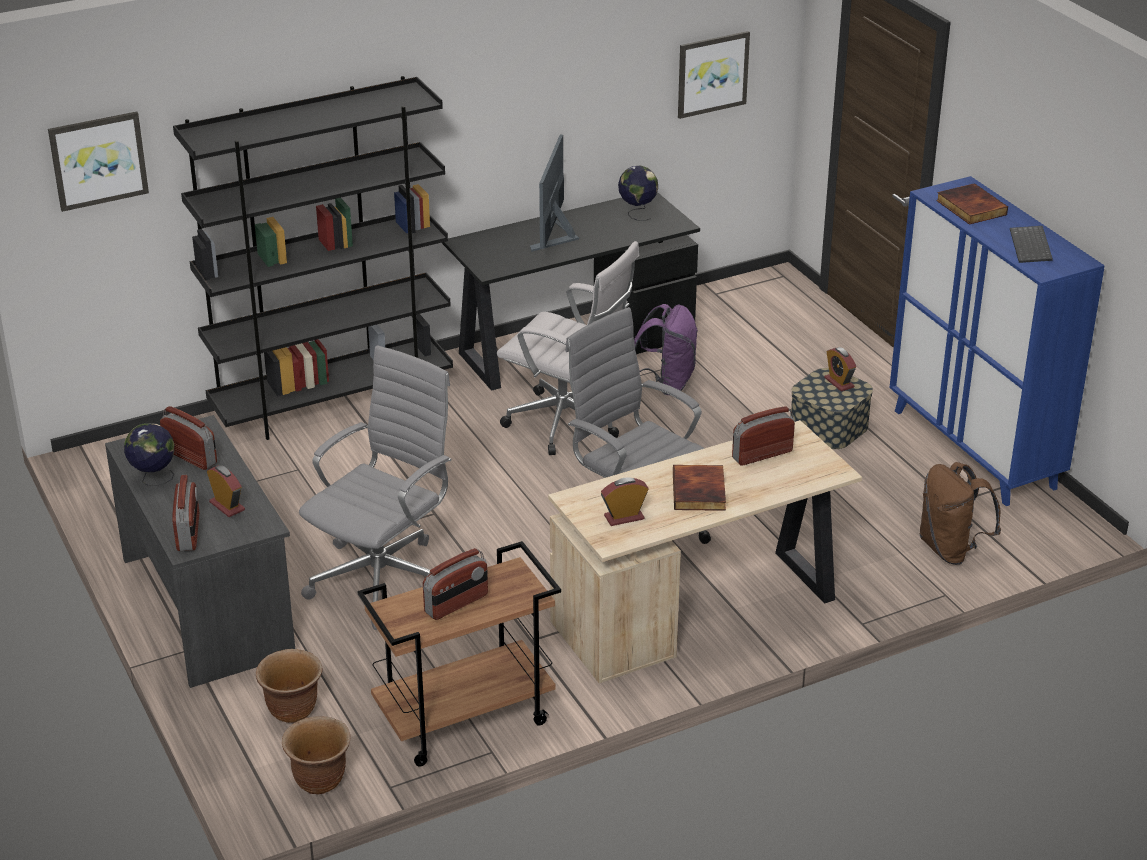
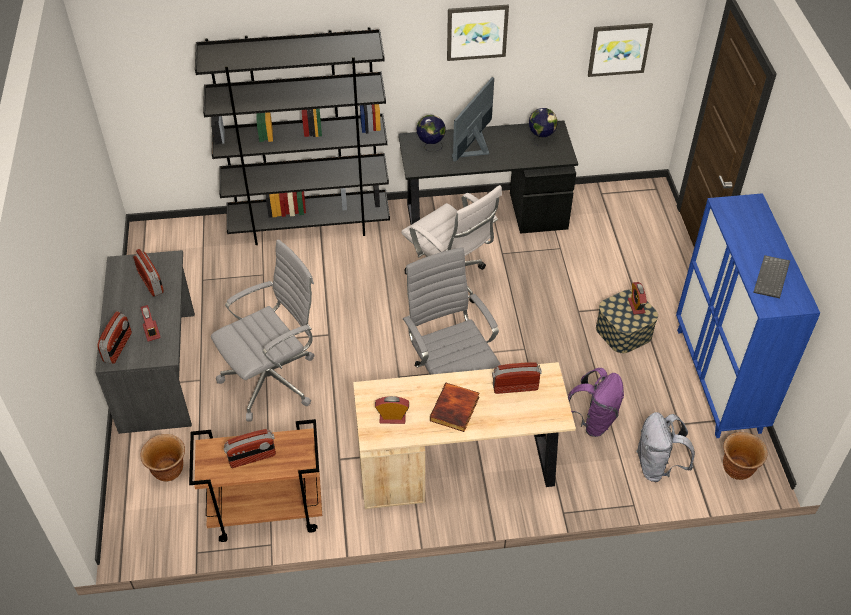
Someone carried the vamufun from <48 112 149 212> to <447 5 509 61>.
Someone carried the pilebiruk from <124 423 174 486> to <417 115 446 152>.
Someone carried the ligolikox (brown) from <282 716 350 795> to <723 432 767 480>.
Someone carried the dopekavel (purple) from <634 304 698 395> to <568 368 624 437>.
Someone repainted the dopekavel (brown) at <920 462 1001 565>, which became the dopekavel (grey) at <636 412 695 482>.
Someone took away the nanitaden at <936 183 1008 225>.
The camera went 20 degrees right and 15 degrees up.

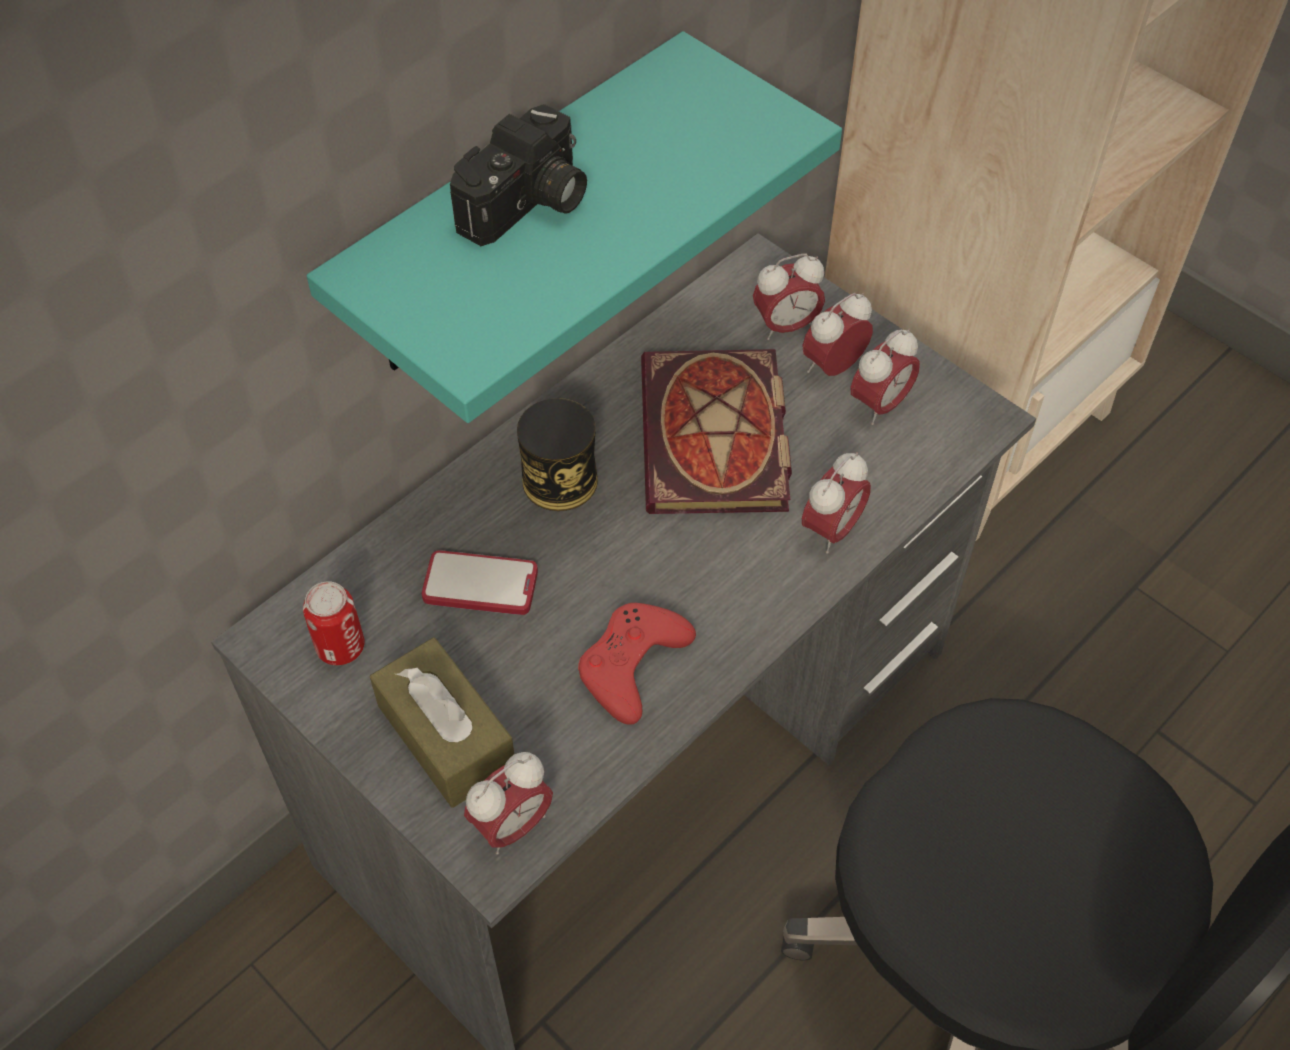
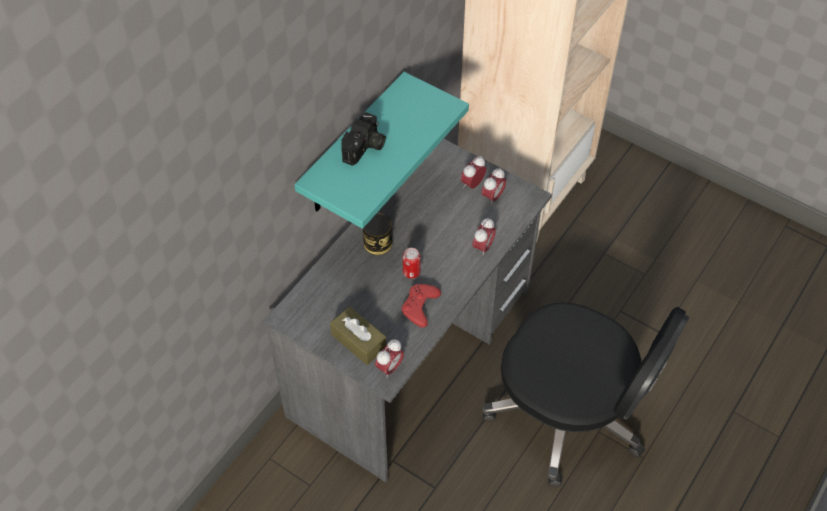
Someone carried the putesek from <303 581 365 665> to <403 248 421 279>.
Someone took away the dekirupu at <422 550 538 615>.
Someone took away the nanitaden at <641 349 792 514>.
Someone took away the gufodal at <753 254 825 340>.
The camera went 10 degrees left and 0 degrees up.

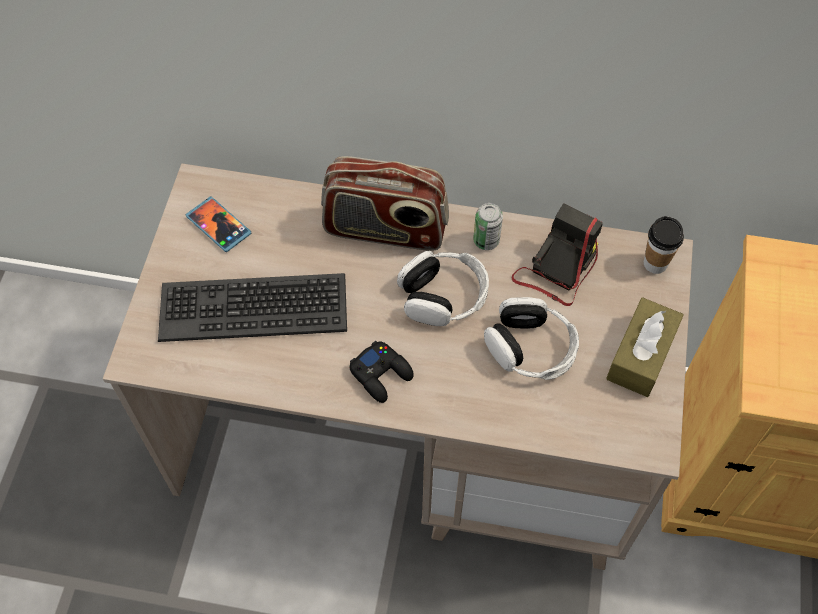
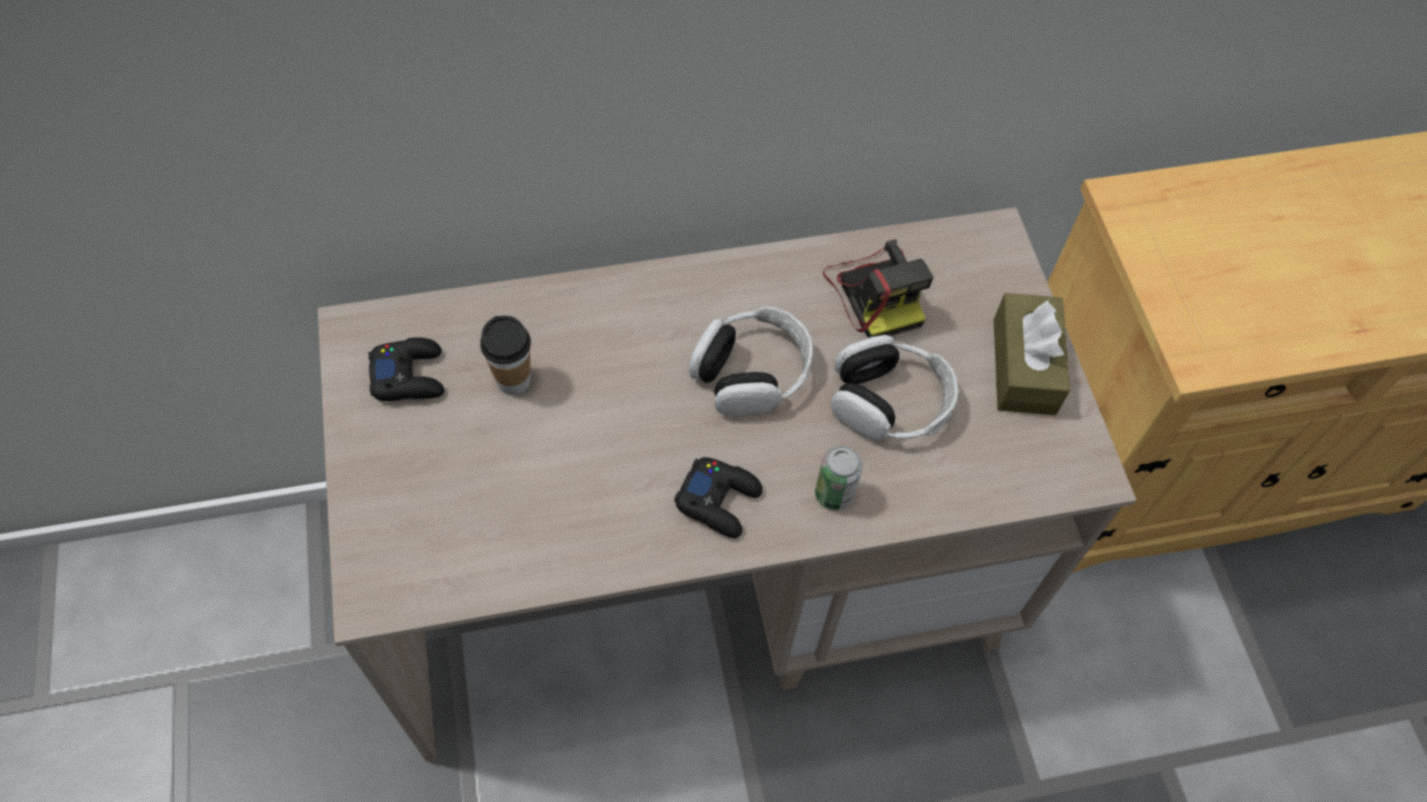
Someone took away the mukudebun at <158 273 347 342>.
Someone swapped the dekirupu at <186 197 251 252> for the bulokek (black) at <368 337 444 401>.
Someone took away the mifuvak at <321 156 449 251>.
Someone carried the putesek from <473 203 503 250> to <815 446 863 511>.
Someone rotated the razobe at <512 203 603 306> by 150 degrees clockwise.
Someone carried the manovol from <644 216 684 274> to <480 315 531 395>.
The camera went 25 degrees left and 0 degrees up.

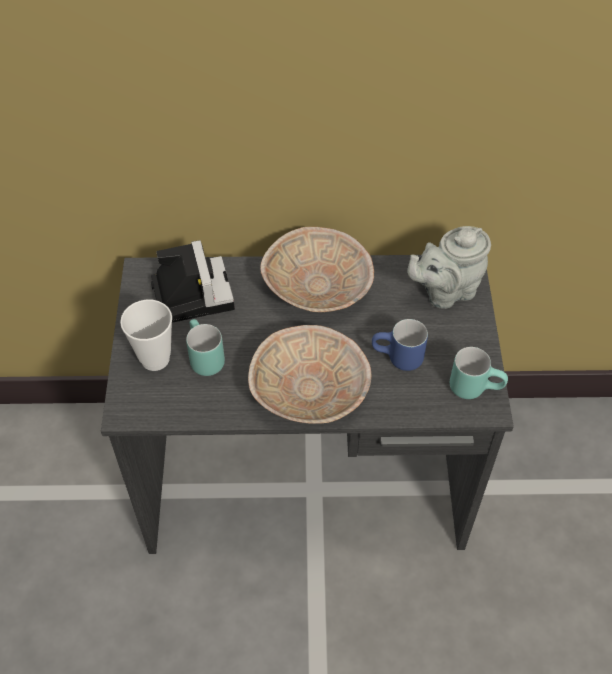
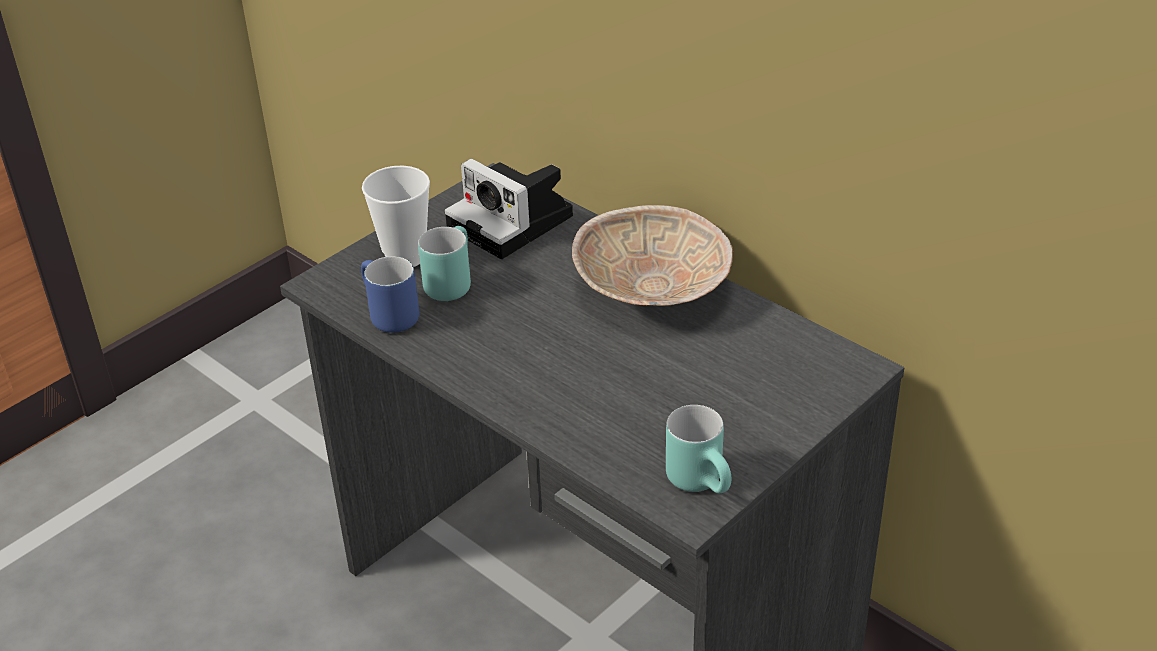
Someone rotated the razobe at <151 240 235 323> by 105 degrees clockwise.
Someone took away the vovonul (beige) at <248 325 372 424>.
Someone carried the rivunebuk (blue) from <372 319 428 371> to <361 256 419 333>.
Someone took away the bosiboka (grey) at <407 226 491 309>.
The camera went 45 degrees right and 15 degrees down.

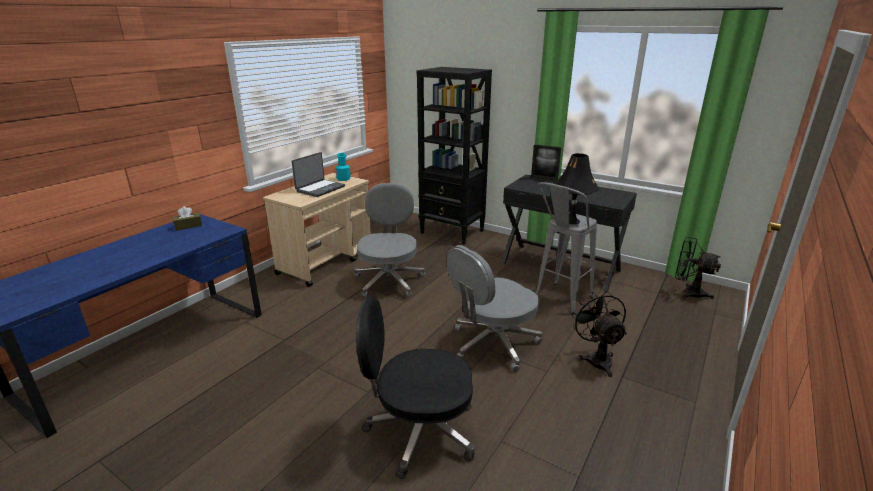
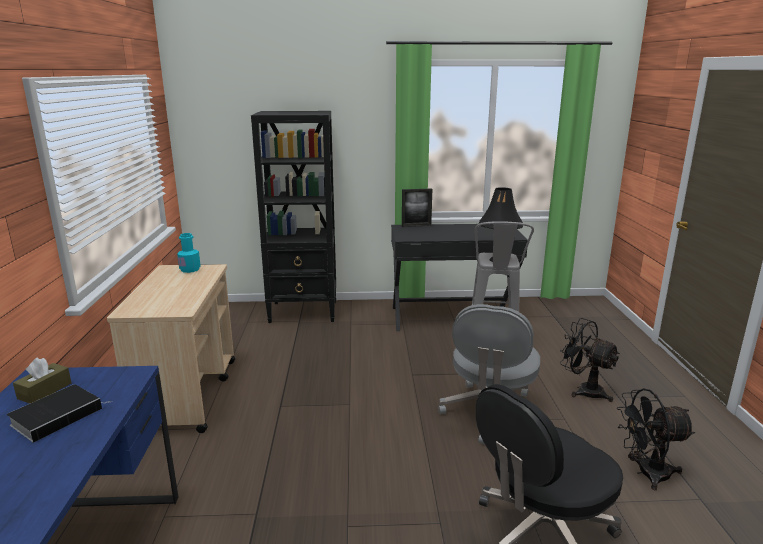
Someone took away the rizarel at <292 152 345 197>.
Someone took away the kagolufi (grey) at <354 183 425 297>.
Someone carried the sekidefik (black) from <675 237 721 299> to <617 388 695 491>.
Someone put down the nanitaden at <7 384 110 443>.
The camera went 35 degrees left and 5 degrees down.

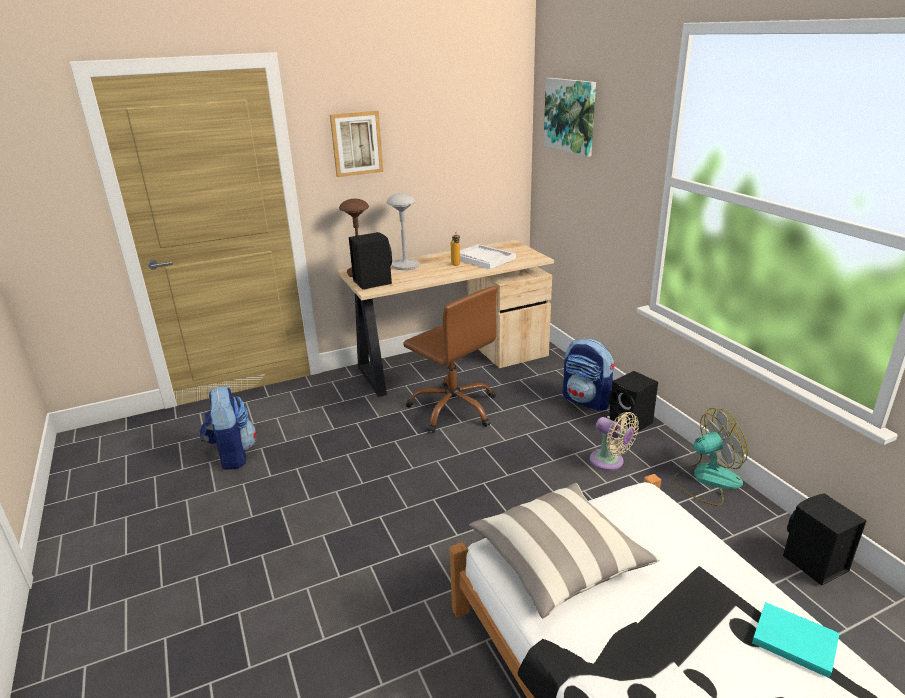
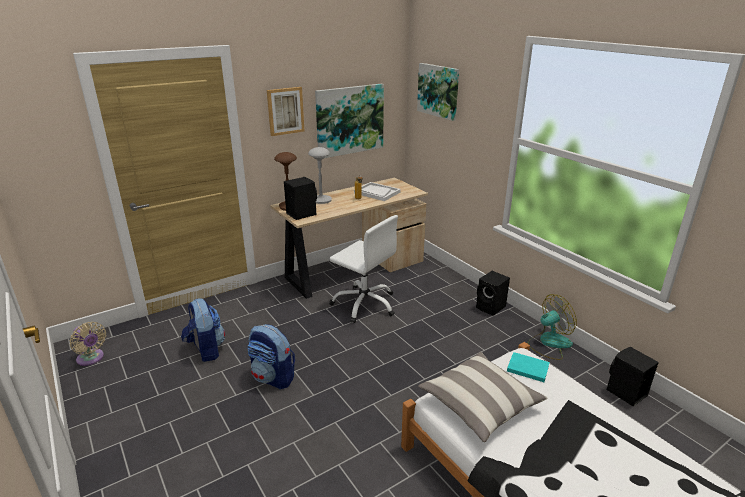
Someone repainted the kagolufi (brown) at <403 286 497 433>, which became the kagolufi (white) at <329 215 398 323>.
Someone carried the dopekavel from <562 338 615 411> to <247 324 295 389>.
Someone carried the sekidefik (beige) from <590 412 639 471> to <70 322 106 366>.
Someone carried the nanitaden (turquoise) from <752 602 840 678> to <507 352 550 382>.
Someone put up the vamufun at <315 84 384 158>.
The camera went 10 degrees left and 0 degrees up.

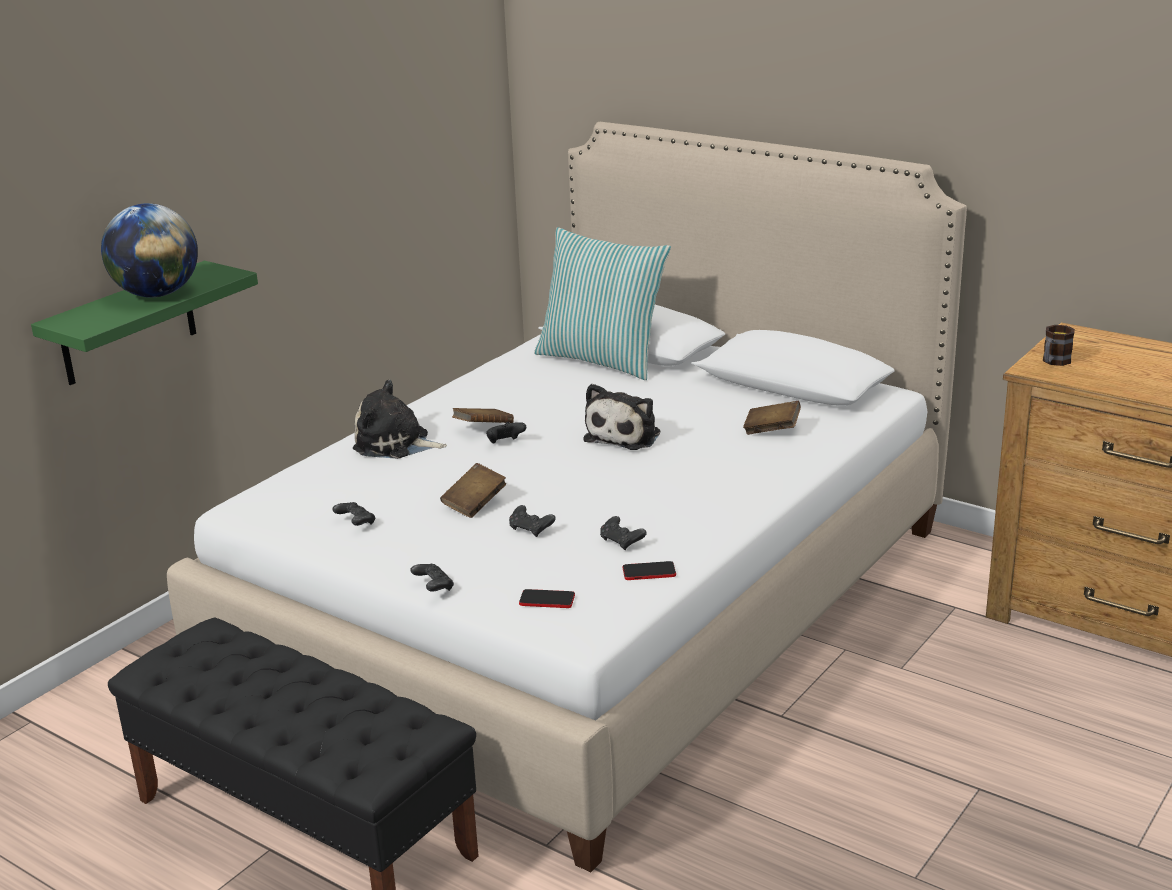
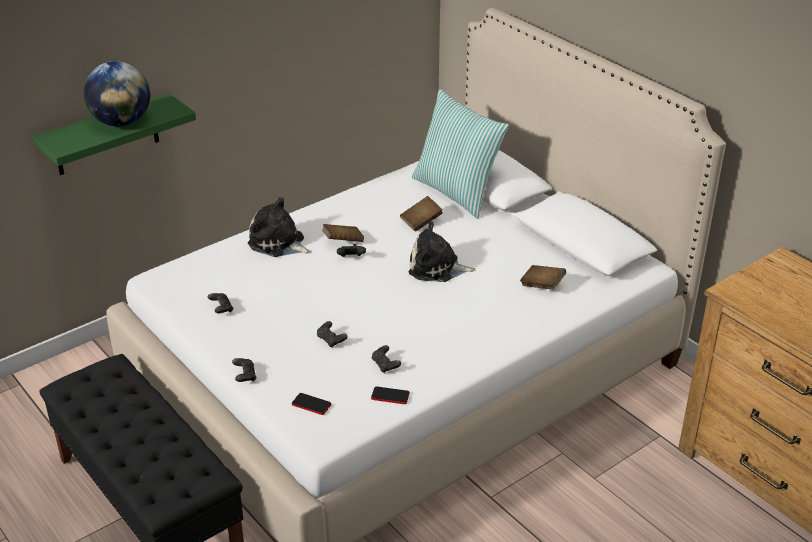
Someone carried the nanitaden (brown) from <440 463 506 518> to <400 196 443 232>.
Someone rotated the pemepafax at <583 384 660 450> by 60 degrees clockwise.
Someone took away the rivunebuk at <1043 325 1075 366>.
The camera went 15 degrees right and 10 degrees up.

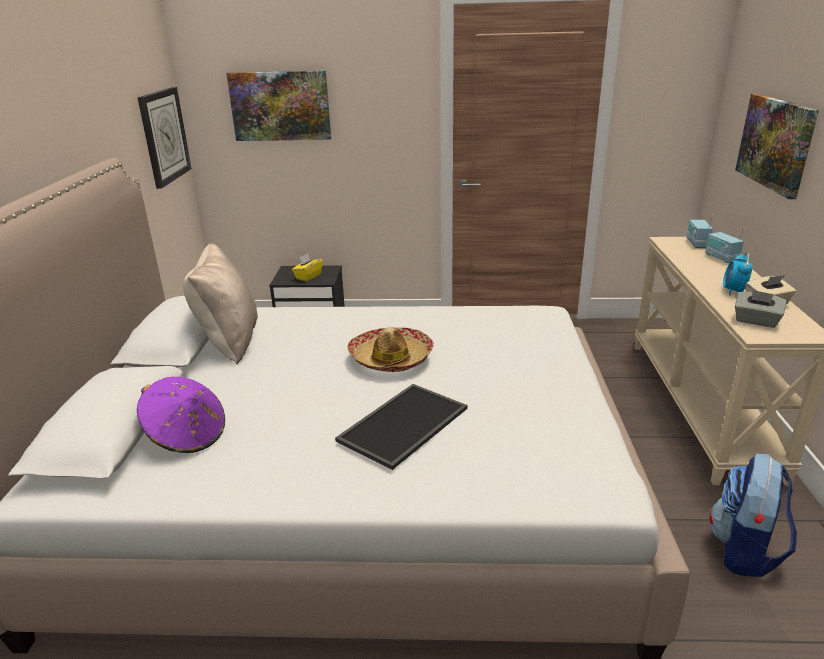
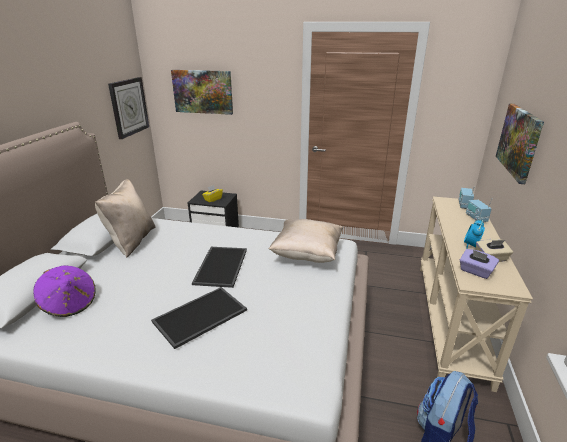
Someone swapped the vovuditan at <348 327 434 372> for the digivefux at <192 247 247 288>.
Someone repainted the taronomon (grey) at <735 290 787 328>, which became the taronomon (purple) at <460 249 499 279>.
Someone put down the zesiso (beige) at <268 219 343 263>.
The camera went 10 degrees right and 0 degrees up.

